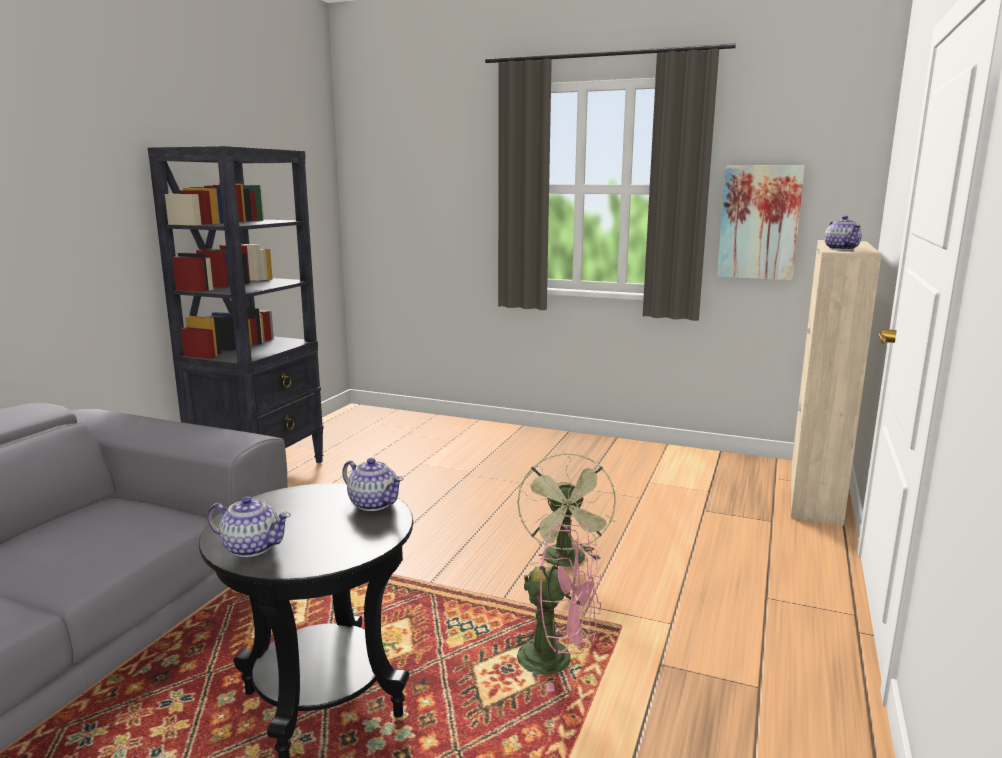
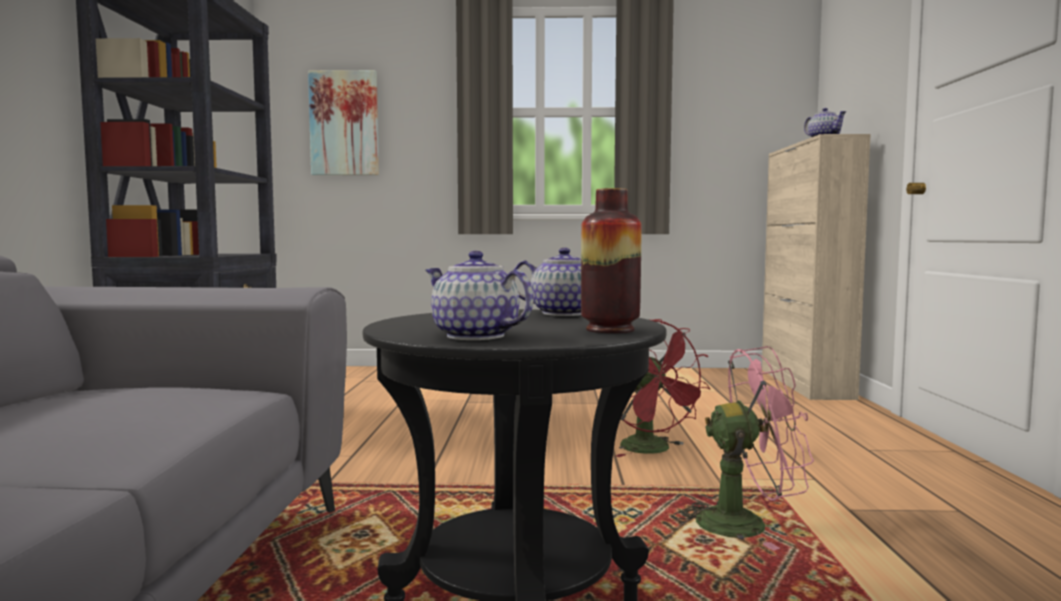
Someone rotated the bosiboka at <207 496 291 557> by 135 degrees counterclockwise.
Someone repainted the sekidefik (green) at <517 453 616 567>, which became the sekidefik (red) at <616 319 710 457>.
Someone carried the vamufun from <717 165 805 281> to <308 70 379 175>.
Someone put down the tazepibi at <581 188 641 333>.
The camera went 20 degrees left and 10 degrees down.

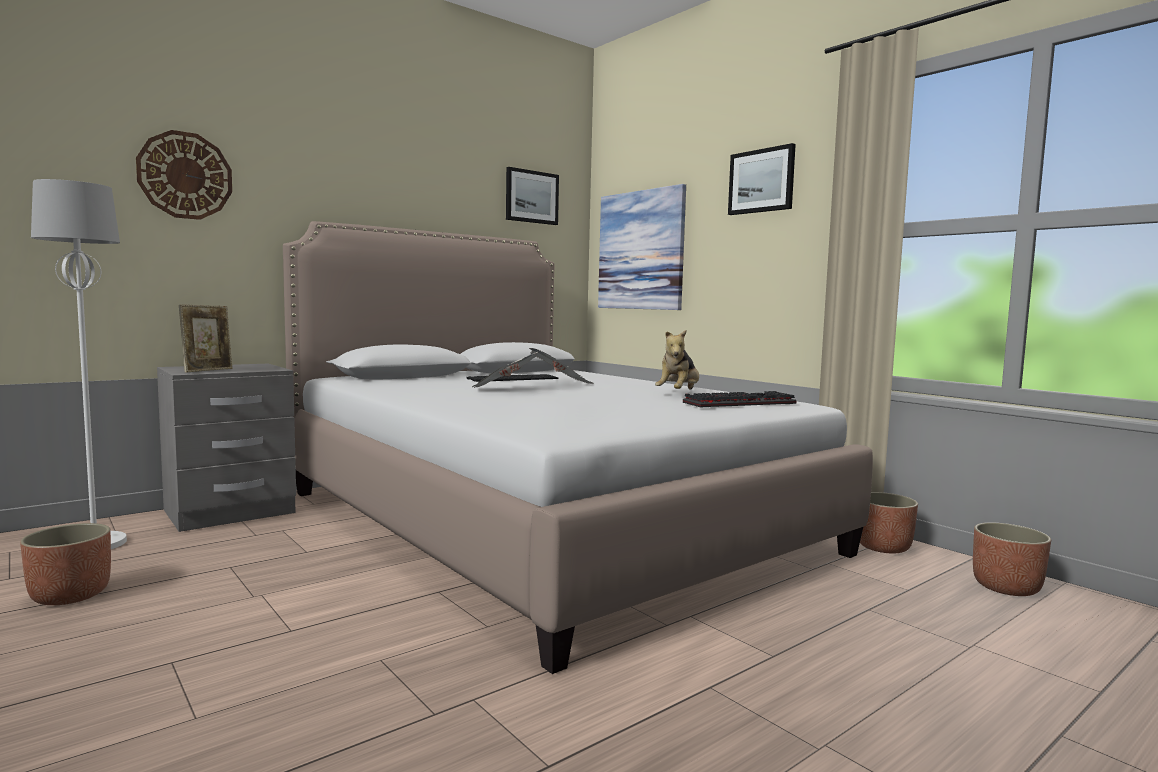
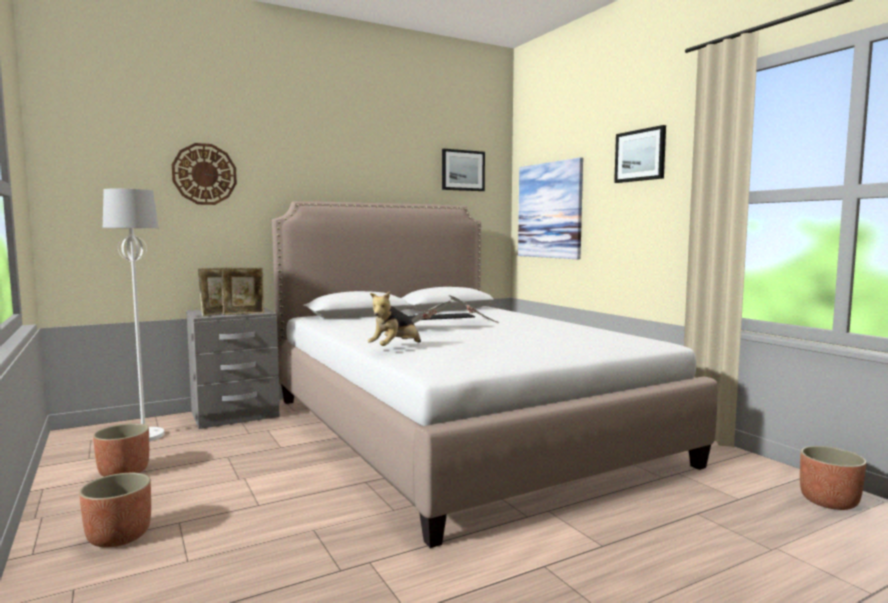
Someone carried the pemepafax from <655 330 699 389> to <368 291 421 346>.
Someone took away the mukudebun at <683 391 797 407>.
Someone carried the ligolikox from <860 492 918 554> to <79 473 151 547>.
Someone put down the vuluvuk at <222 268 264 315>.
The camera went 10 degrees right and 0 degrees up.

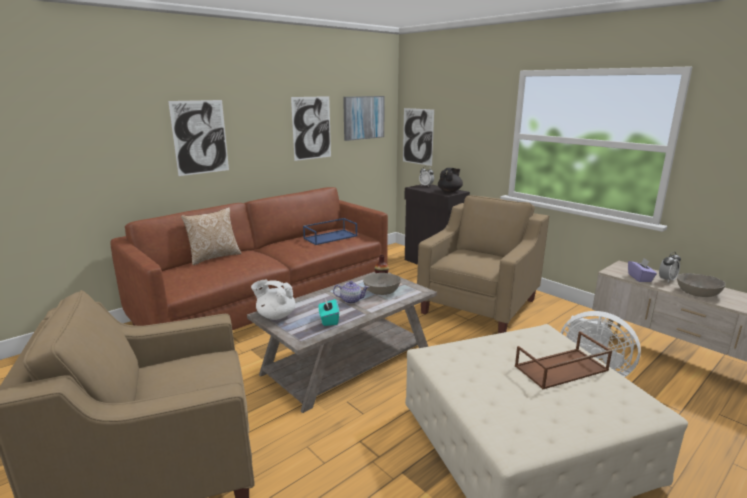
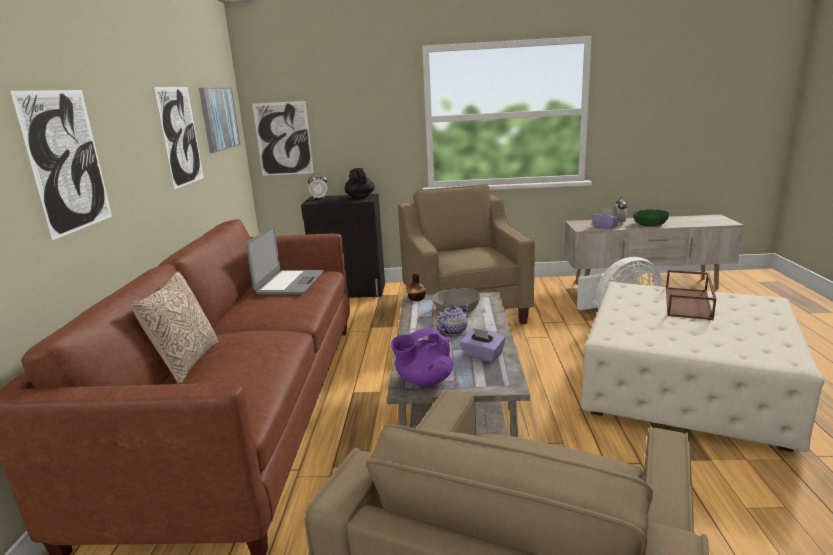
Someone repainted the bosiboka (white) at <251 280 295 320>, which became the bosiboka (purple) at <391 327 453 387>.
Someone swapped the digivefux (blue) at <303 218 357 245> for the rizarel at <246 226 324 295>.
Someone repainted the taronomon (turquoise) at <318 298 339 326>, which became the taronomon (purple) at <460 328 505 362>.
Someone repainted the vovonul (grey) at <677 273 726 297>, which became the vovonul (green) at <633 209 669 227>.
The camera went 45 degrees left and 0 degrees up.

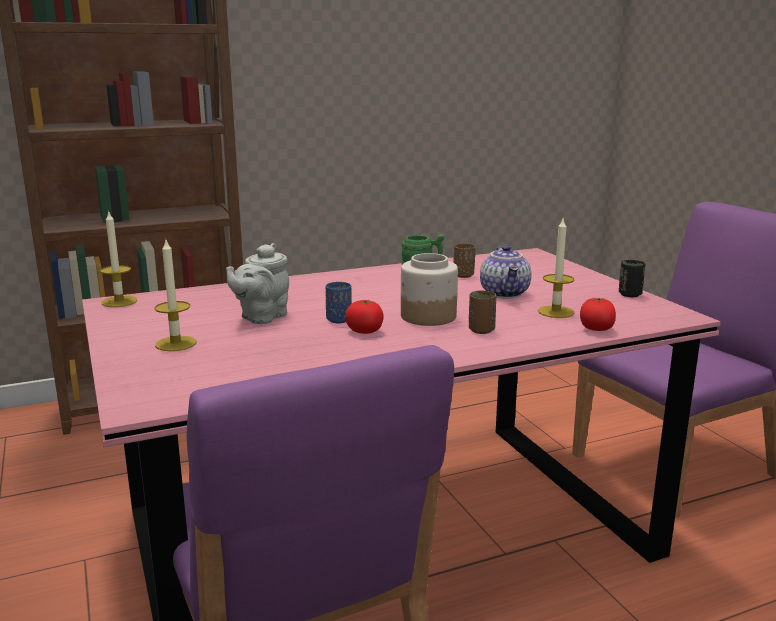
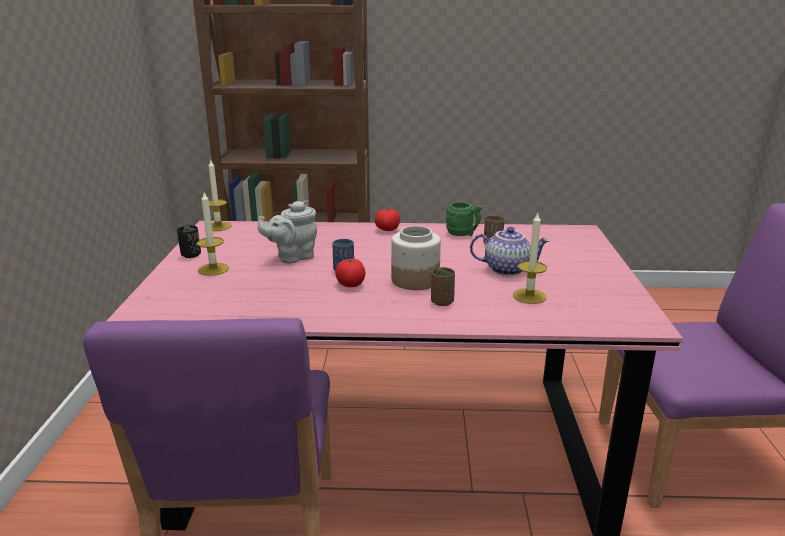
Someone rotated the bosiboka at <480 245 531 299> by 105 degrees counterclockwise.
Someone carried the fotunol from <580 297 616 331> to <375 208 400 231>.
Someone carried the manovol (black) from <619 260 645 297> to <177 225 201 258>.
The camera went 25 degrees right and 5 degrees up.

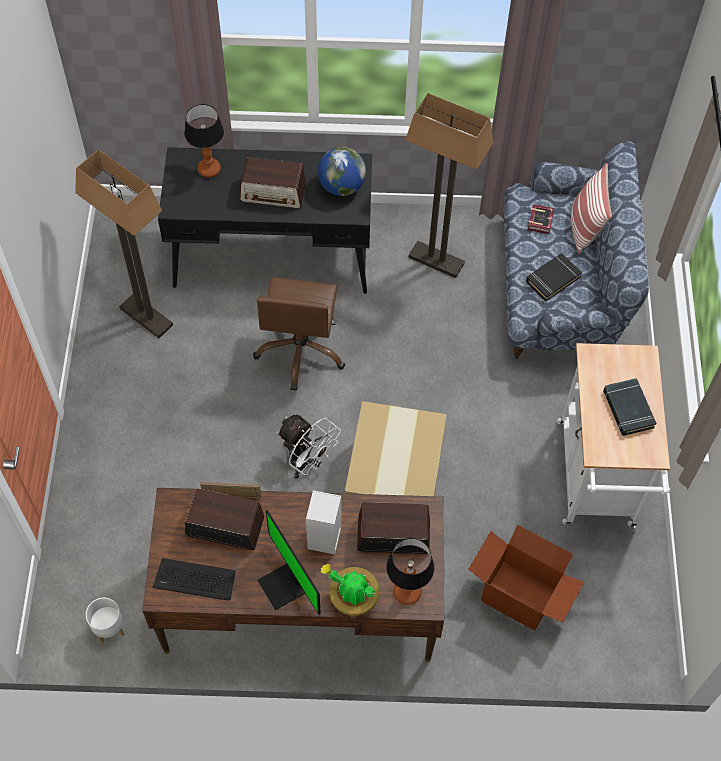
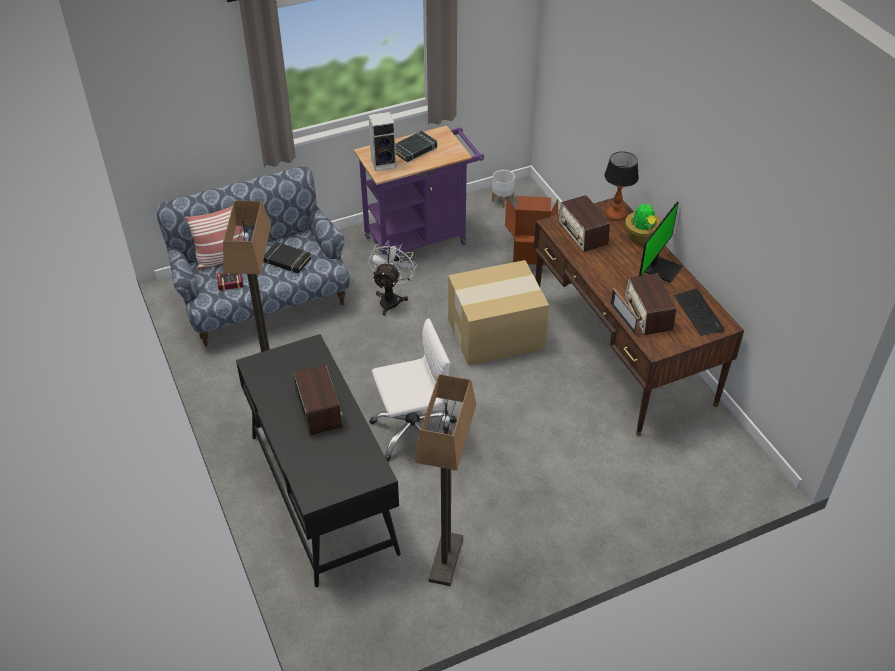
Someone carried the ligolikox (white) from <86 598 124 644> to <492 170 515 208>.
Someone took away the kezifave at <184 104 224 178>.
Someone repainted the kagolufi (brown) at <253 277 345 391>, which became the kagolufi (white) at <369 318 457 461>.
Someone carried the sekidefik (white) from <277 414 341 479> to <368 240 417 316>.
Someone carried the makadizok from <306 490 341 555> to <368 112 396 171>.
Someone took away the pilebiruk at <318 147 366 196>.
Someone repainted the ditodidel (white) at <557 343 670 528>, which became the ditodidel (purple) at <354 125 484 256>.
The camera went 115 degrees left and 15 degrees down.

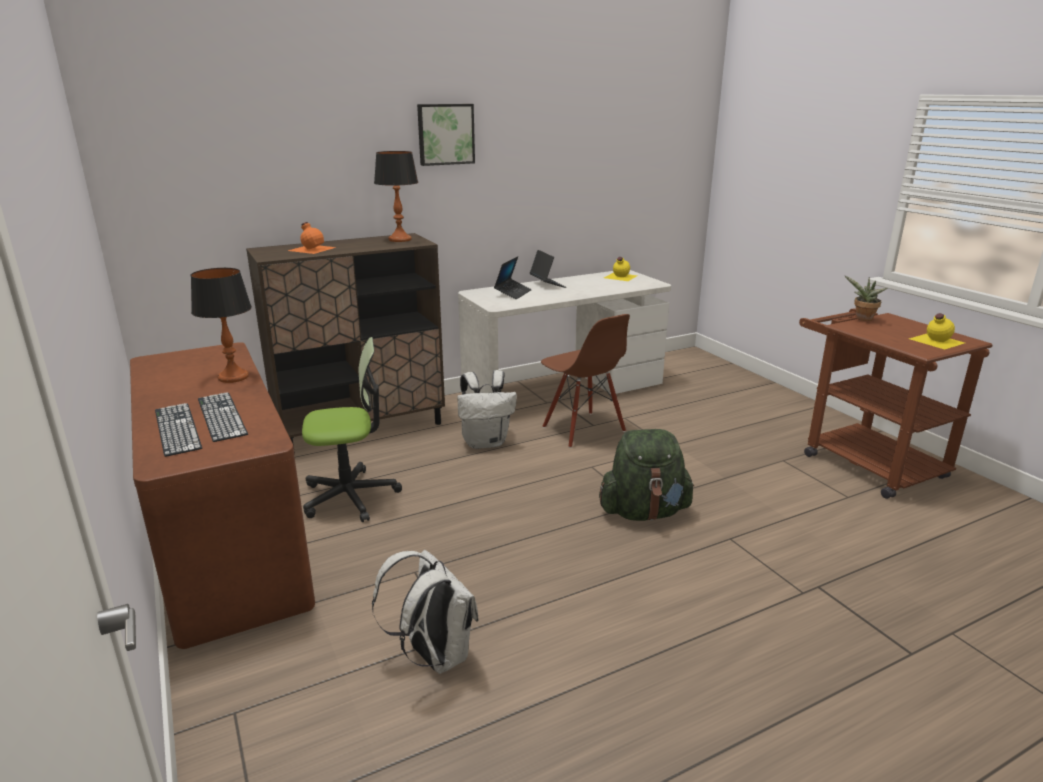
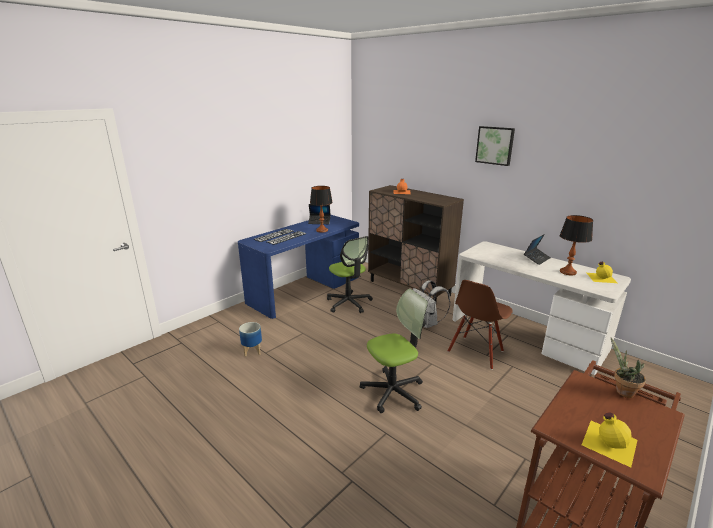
Someone repainted the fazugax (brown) at <130 342 315 649>, which became the fazugax (blue) at <238 215 359 319>.
Someone swapped the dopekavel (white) at <372 550 479 674> for the ligolikox at <239 322 262 357>.
Someone carried the kezifave from <374 151 418 242> to <560 215 593 275>.
Someone carried the rizarel from <494 256 532 299> to <308 204 331 224>.
Someone swapped the dopekavel (green) at <599 429 695 521> for the kagolufi at <360 289 428 413>.
The camera went 70 degrees right and 0 degrees up.

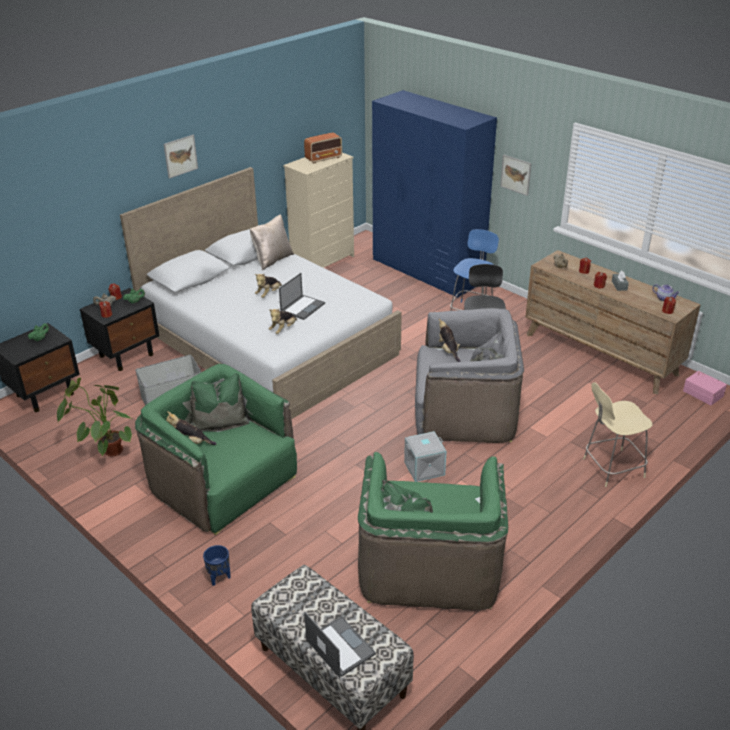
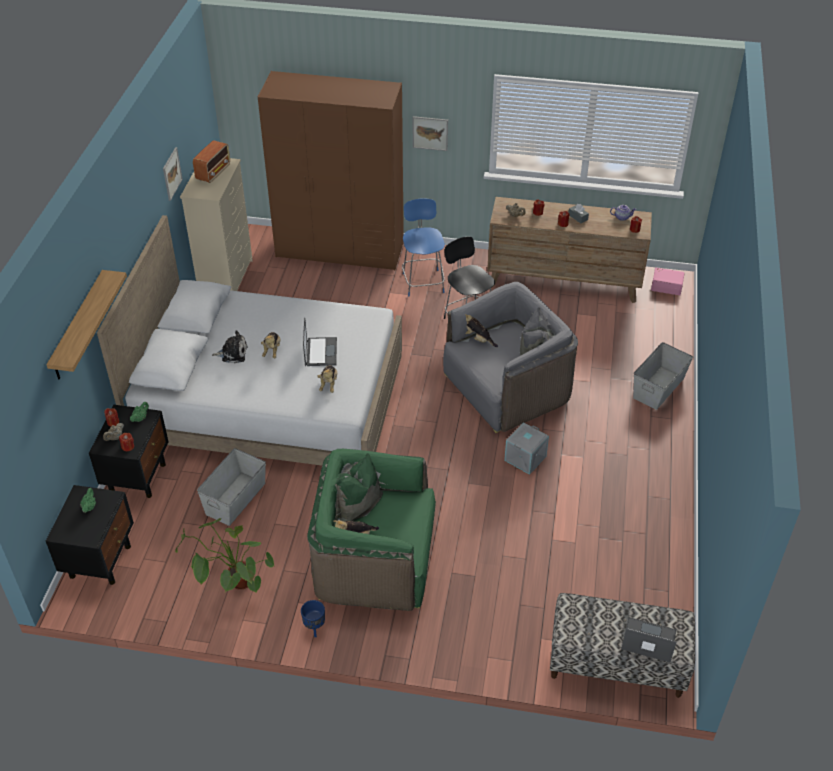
Someone carried the vamufun from <164 135 198 179> to <163 147 183 201>.
Someone carried the ligolikox (blue) from <203 545 231 586> to <301 600 325 637>.
Someone took away the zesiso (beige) at <250 215 294 270>.
Someone took away the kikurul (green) at <358 452 508 611>.
Someone repainted the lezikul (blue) at <372 90 497 298>, which became the lezikul (brown) at <258 71 404 270>.
Someone swapped the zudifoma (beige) at <583 382 653 487> for the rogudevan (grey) at <633 342 693 410>.
Someone put up the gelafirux at <46 270 127 379>.
Someone put down the pemepafax at <212 330 248 363>.
The camera went 35 degrees left and 10 degrees up.

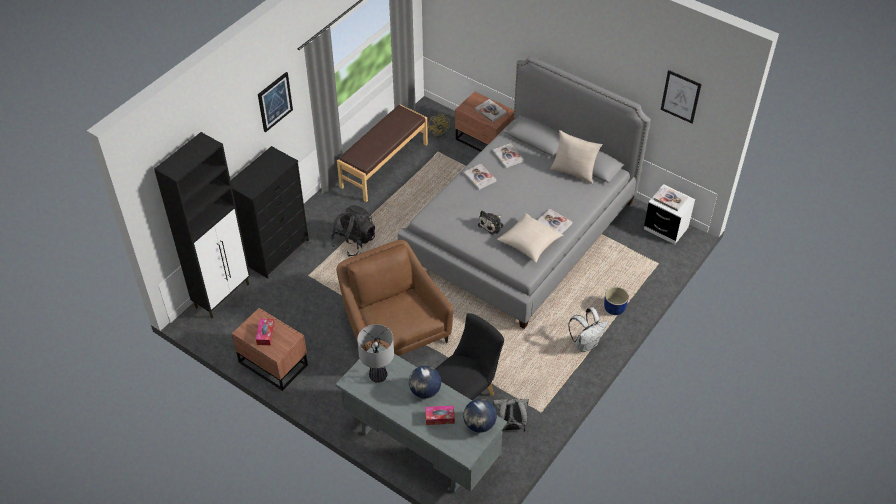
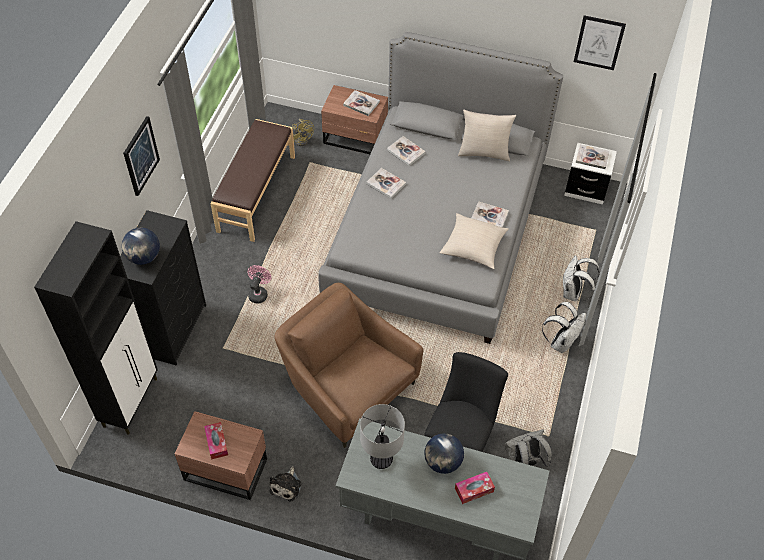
Someone swapped the dopekavel (black) at <330 205 375 257> for the sekidefik (pink) at <247 265 271 304>.
Someone carried the pilebiruk from <463 399 497 433> to <122 228 160 265>.
Someone carried the pemepafax from <478 210 503 235> to <270 466 301 502>.
Someone swapped the ligolikox (blue) at <604 287 629 315> for the dopekavel (white) at <562 255 599 301>.
The camera went 20 degrees left and 5 degrees up.

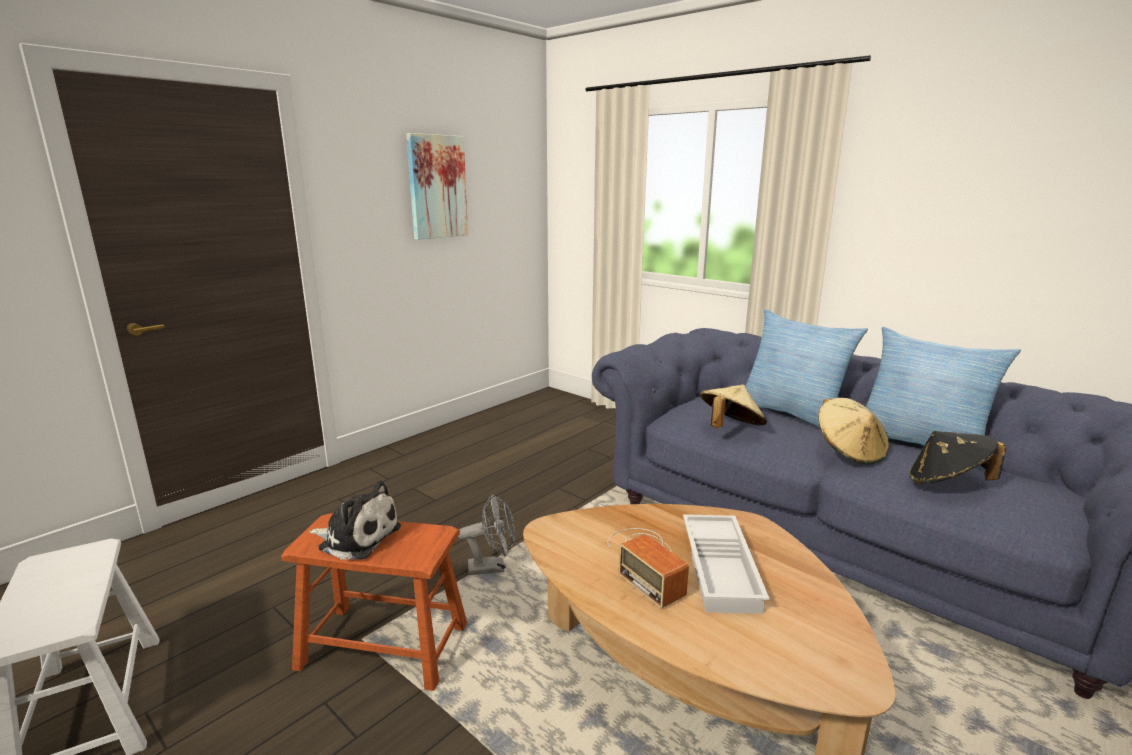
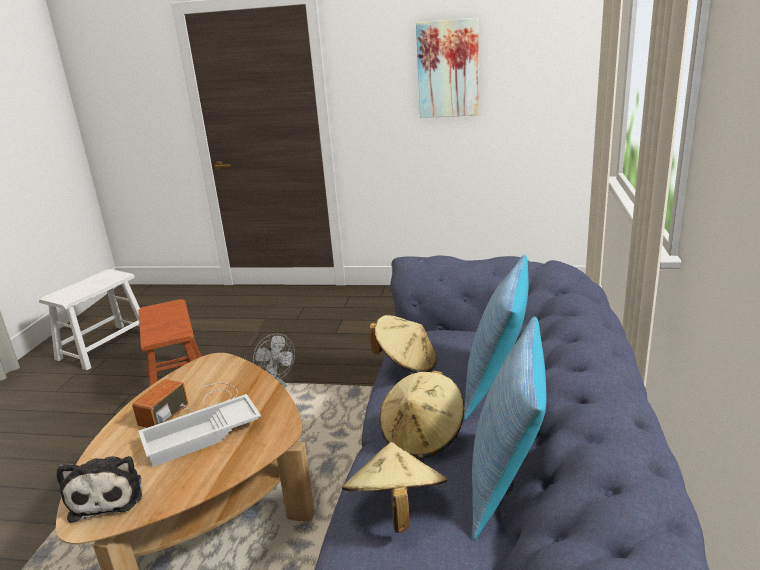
Someone carried the pemepafax from <309 481 401 560> to <57 456 142 523>.
Someone repainted the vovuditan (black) at <909 431 1006 484>, which became the vovuditan (beige) at <342 442 447 533>.
The camera went 60 degrees right and 5 degrees up.

